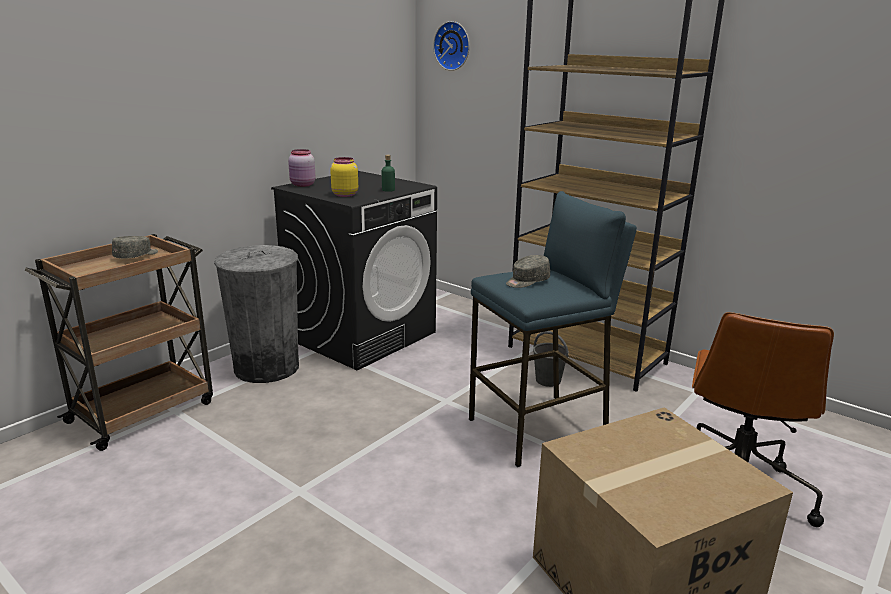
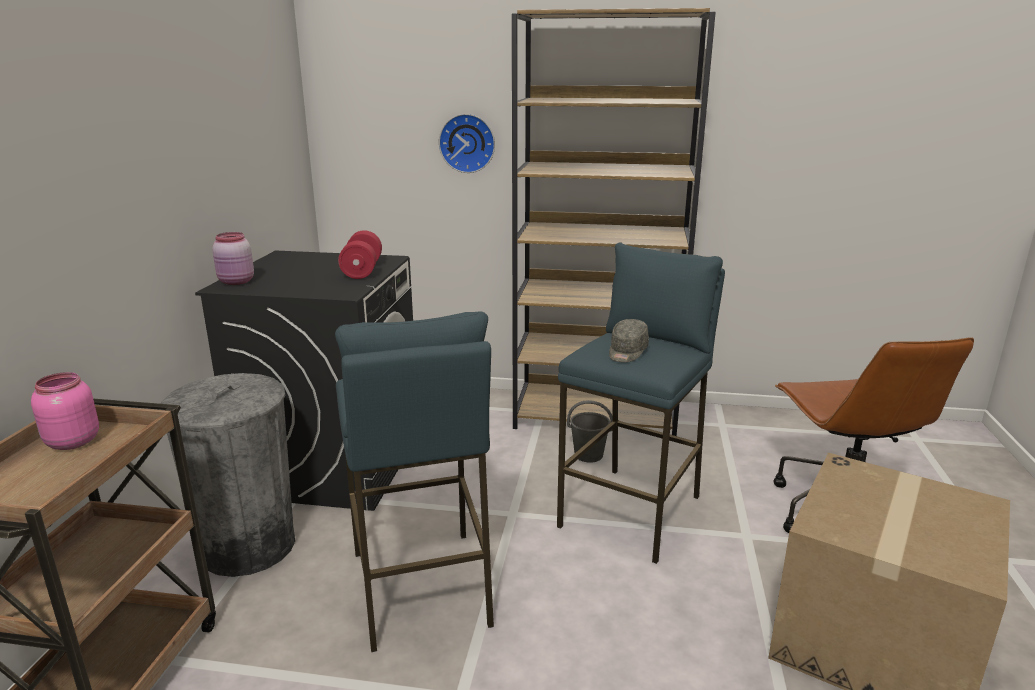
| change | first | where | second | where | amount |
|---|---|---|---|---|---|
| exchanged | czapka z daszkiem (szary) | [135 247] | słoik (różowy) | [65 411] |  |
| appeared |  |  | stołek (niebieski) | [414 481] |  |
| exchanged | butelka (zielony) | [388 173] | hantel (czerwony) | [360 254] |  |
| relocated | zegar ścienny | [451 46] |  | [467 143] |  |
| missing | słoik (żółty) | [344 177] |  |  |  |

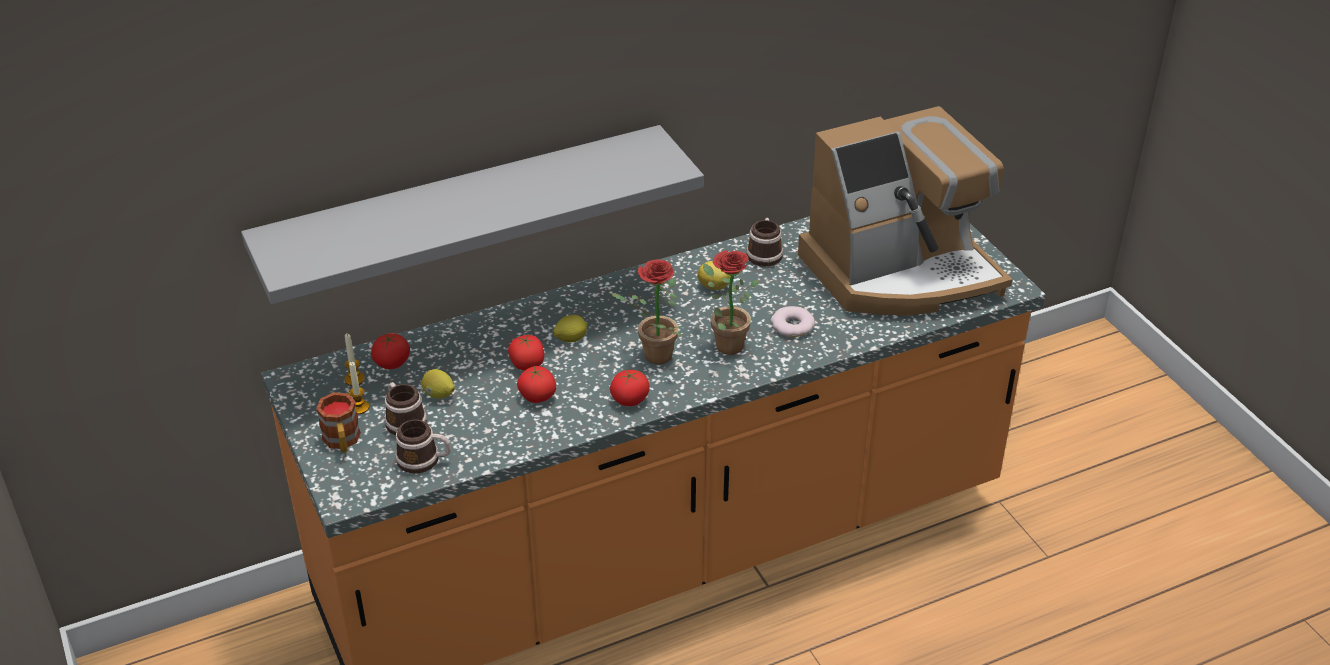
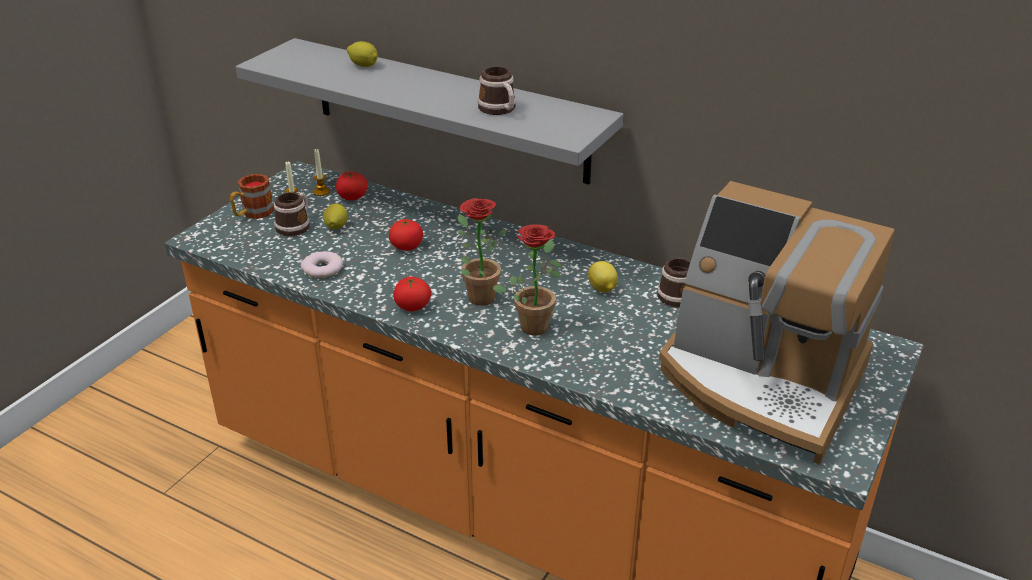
| change | first | where | second | where | amount |
|---|---|---|---|---|---|
| relocated | donut | [793 321] |  | [322 264] |  |
| relocated | cytryna | [570 328] |  | [362 54] |  |
| relocated | kubek | [423 446] |  | [496 91] |  |
| missing | pomidor | [536 384] |  |  |  |

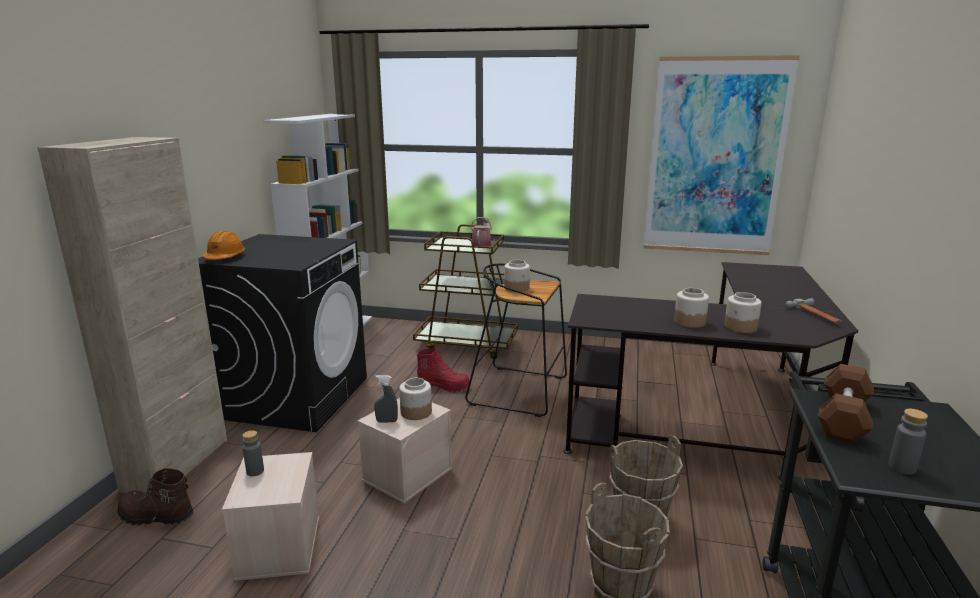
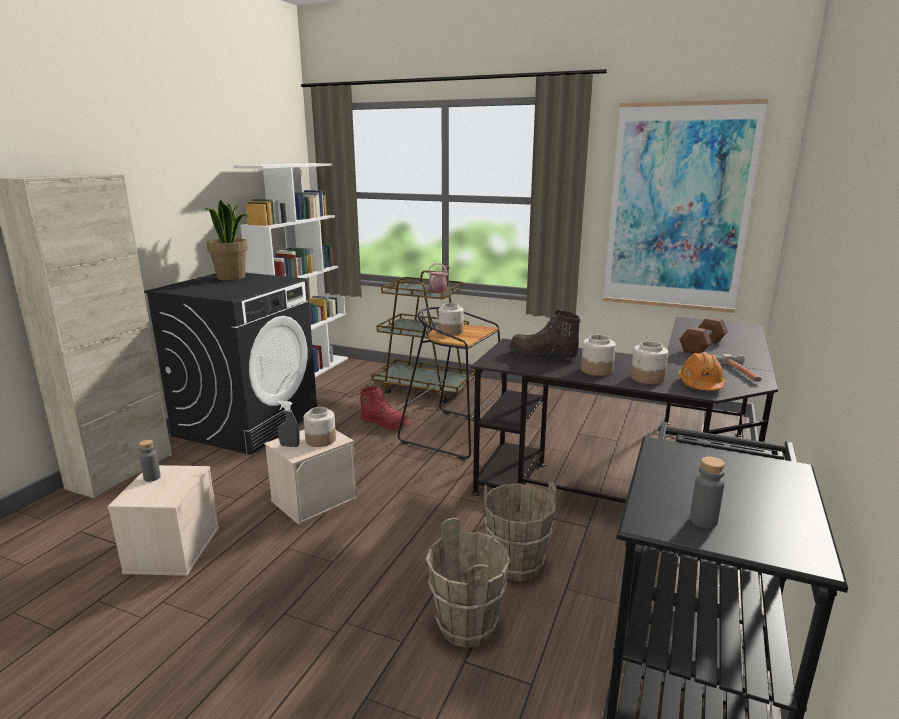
| change | first | where | second | where | amount |
|---|---|---|---|---|---|
| appeared |  |  | roślina doniczkowa | [226 240] |  |
| relocated | but z cholewką (brązowy) | [155 497] |  | [545 334] |  |
| relocated | hantel (brązowy) | [846 404] |  | [703 335] |  |
| relocated | kask (pomarańczowy) | [224 245] |  | [702 371] |  |

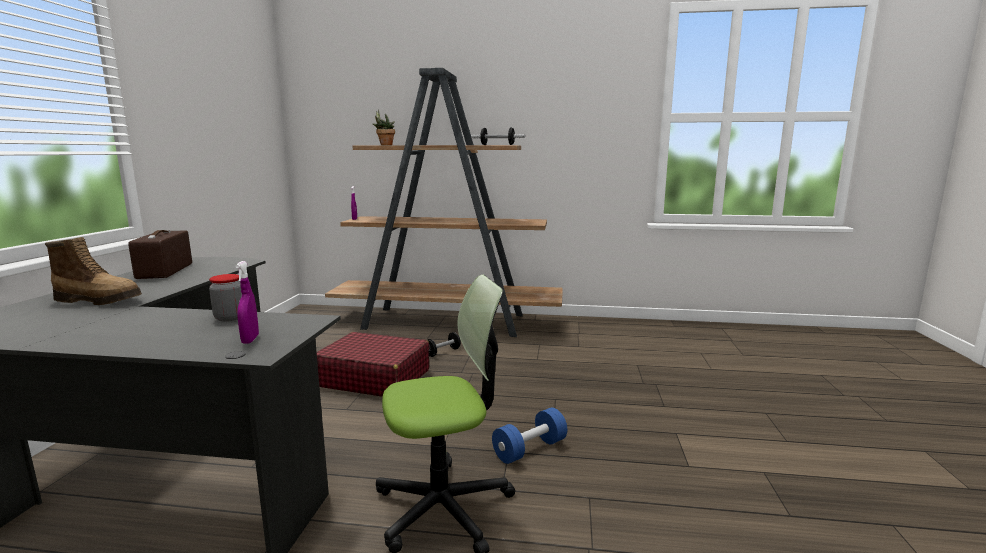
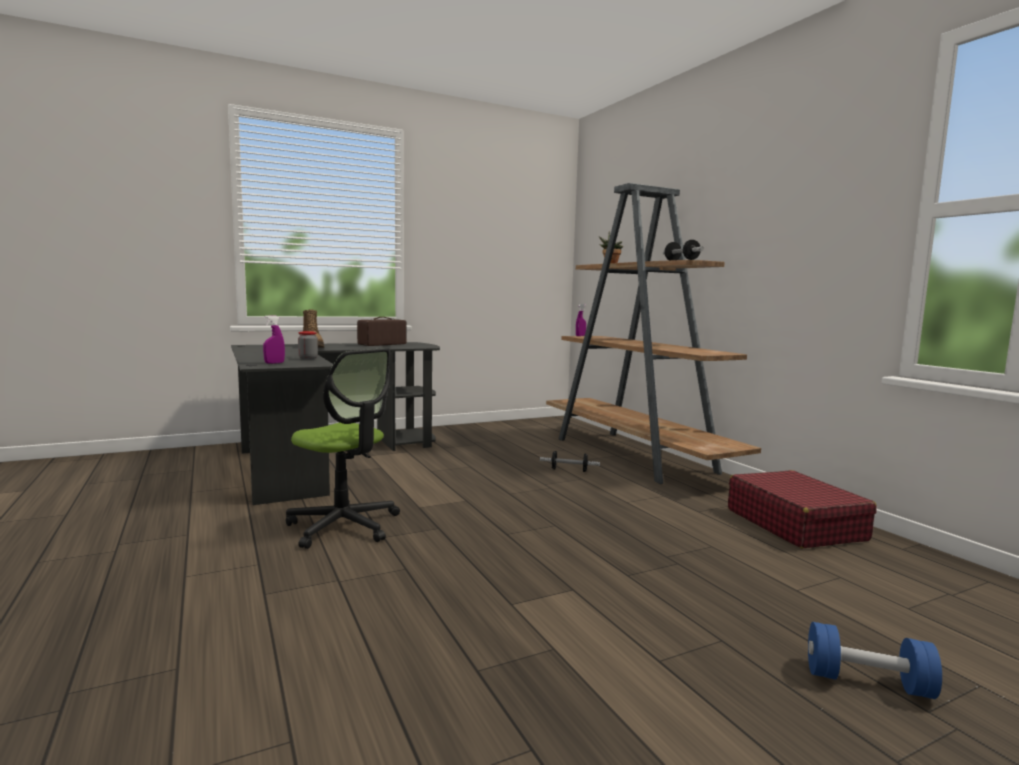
| change | first | where | second | where | amount |
|---|---|---|---|---|---|
| relocated | walizka (czerwony) | [373 364] |  | [802 509] |  |
| relocated | hantel (niebieski) | [529 436] |  | [875 660] |  |

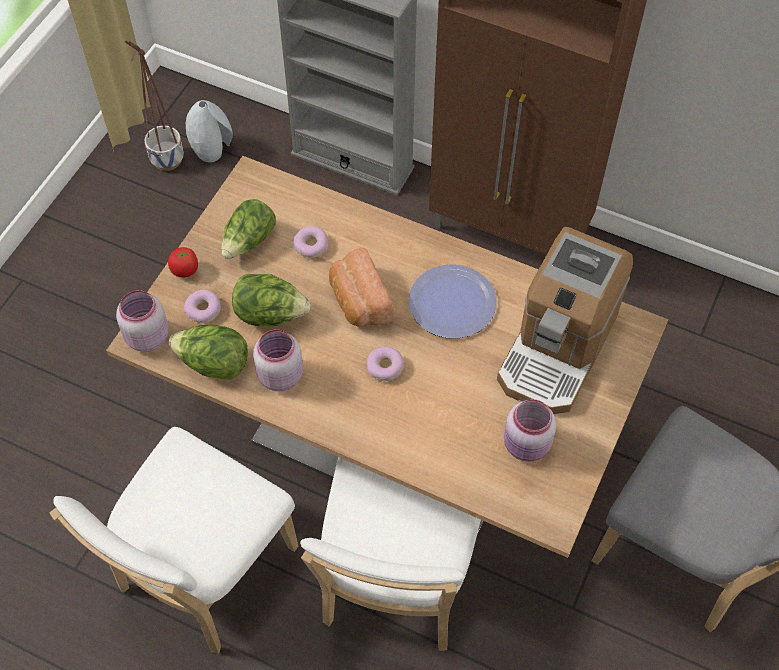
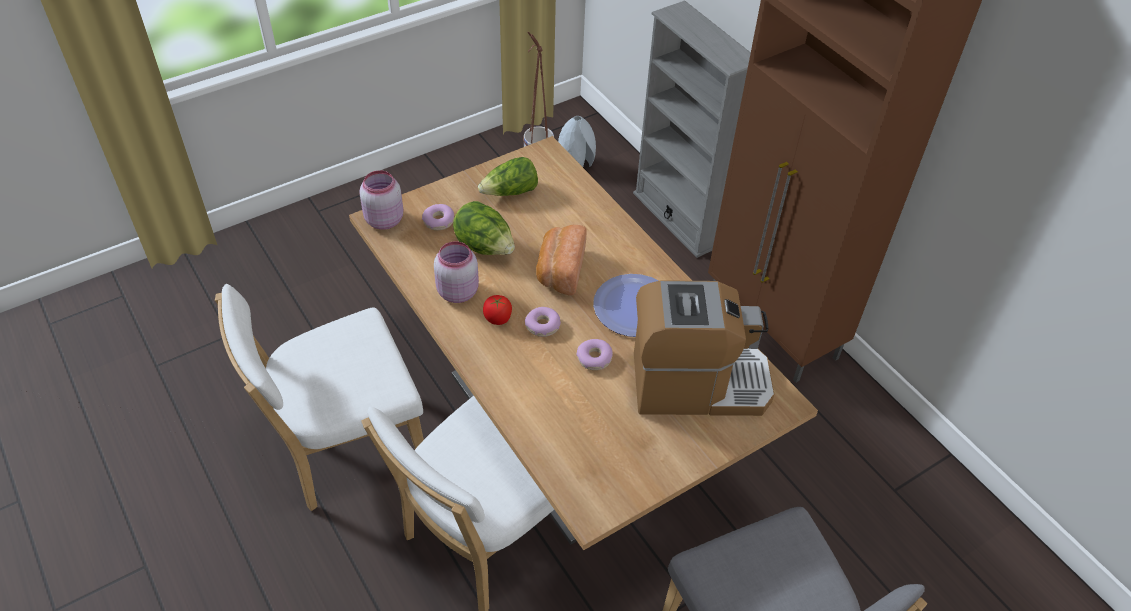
| change | first | where | second | where | amount |
|---|---|---|---|---|---|
| relocated | pomidor | [183 262] |  | [497 310] |  |
| relocated | donut | [310 242] |  | [594 354] |  |
| spun | ekspres do kawy | [565 320] |  | [704 348] | 150 degrees counterclockwise |
| missing | sałata | [208 352] |  |  |  |
| missing | słoik (różowy) | [530 430] |  |  |  |

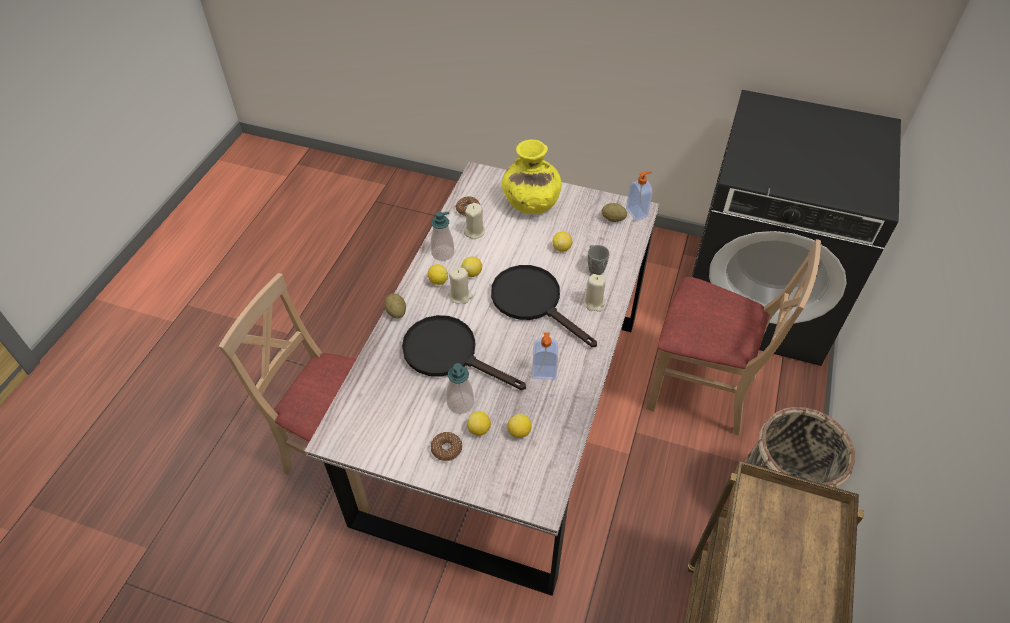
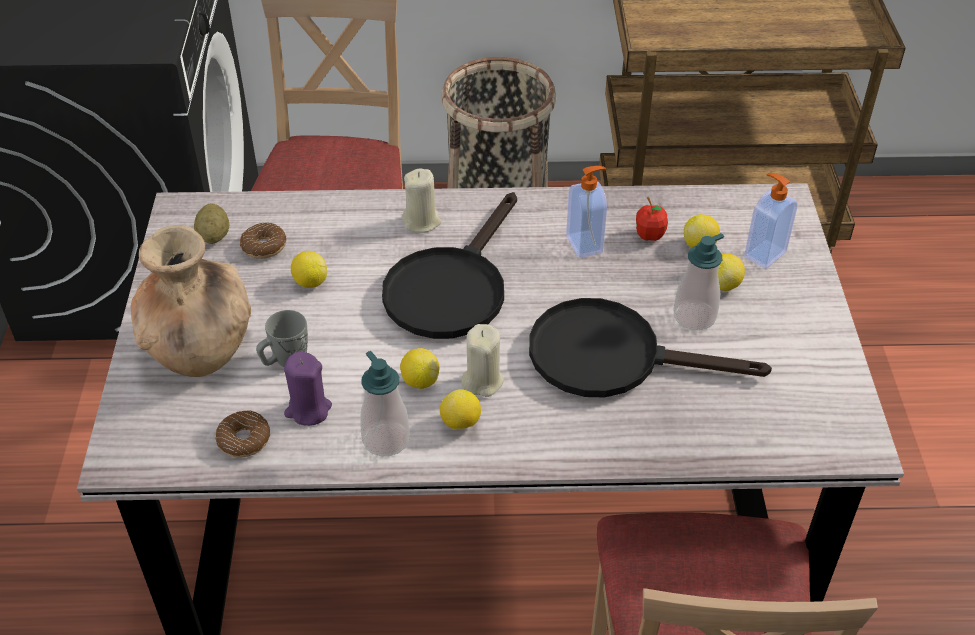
| change | first | where | second | where | amount |
|---|---|---|---|---|---|
| colour | wazon (żółty) | [532 177] | wazon (brązowy) | [190 301] |  |
| relocated | donut | [446 446] |  | [263 241] |  |
| relocated | kubek (szary) | [599 260] |  | [282 338] |  |
| colour | świeca (beżowy) | [474 221] | świeca (fioletowy) | [308 389] |  |
| spun | patelnia (czarny) | [464 352] |  | [650 347] | 90 degrees clockwise |
| appeared |  |  | jabłko | [652 219] |  |
| relocated | dozownik mydła | [639 196] |  | [771 221] |  |
| missing | ziemniak | [395 306] |  |  |  |

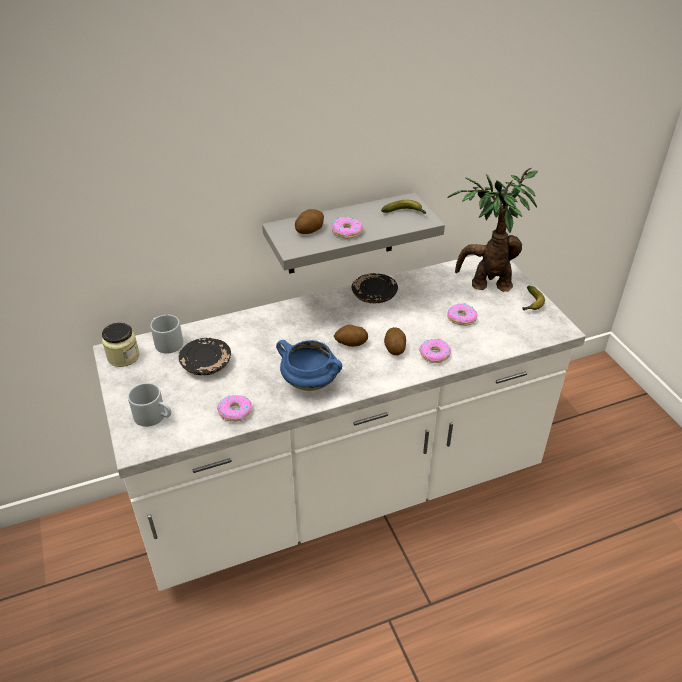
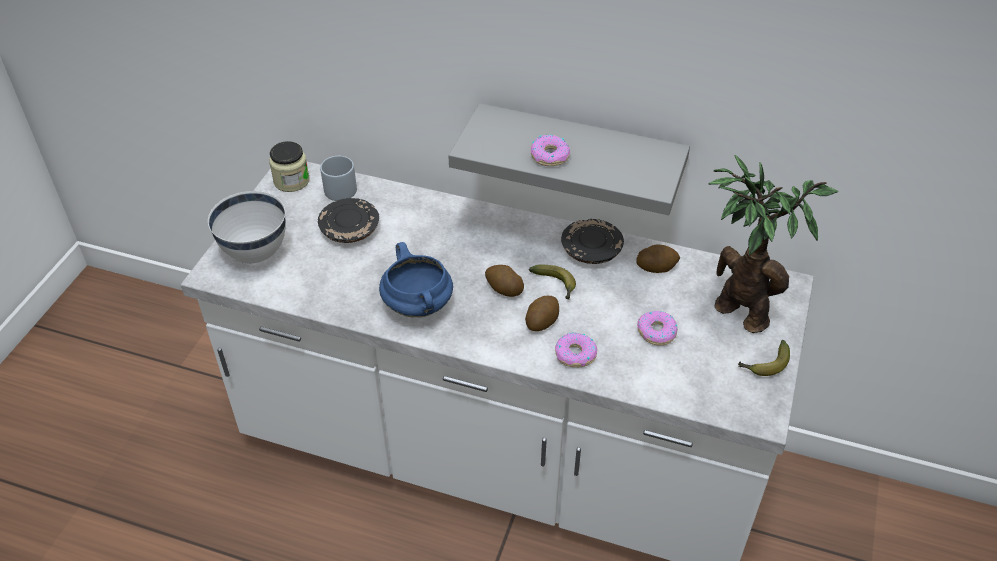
| change | first | where | second | where | amount |
|---|---|---|---|---|---|
| exchanged | kubek (szary) | [149 405] | miska (biały) | [247 227] |  |
| relocated | banan | [403 207] |  | [552 282] |  |
| relocated | ziemniak | [309 221] |  | [658 259] |  |
| missing | donut | [234 408] |  |  |  |

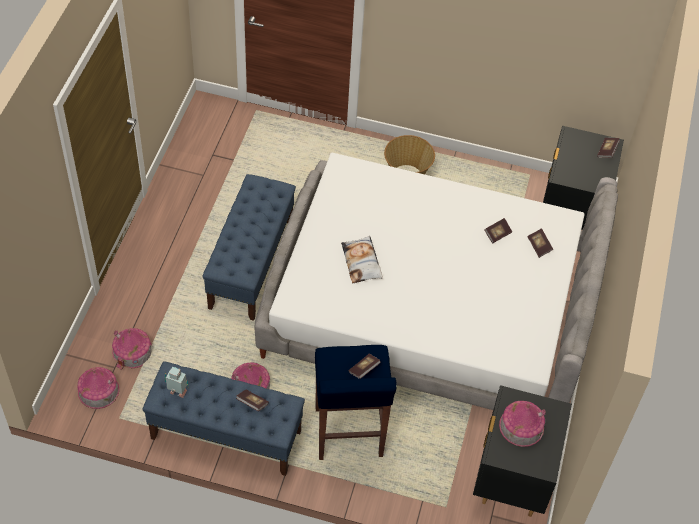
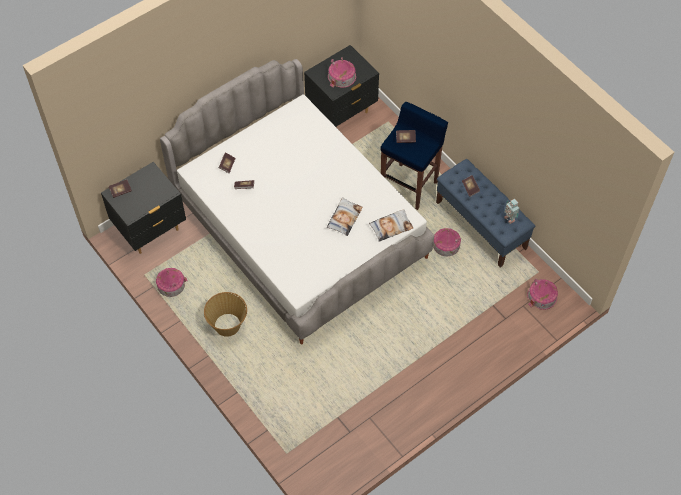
| change | first | where | second | where | amount |
|---|---|---|---|---|---|
| relocated | domek | [132 349] |  | [171 282] |  |
| appeared |  |  | poduszka | [391 225] |  |
| missing | ławka (niebieski) | [249 247] |  |  |  |

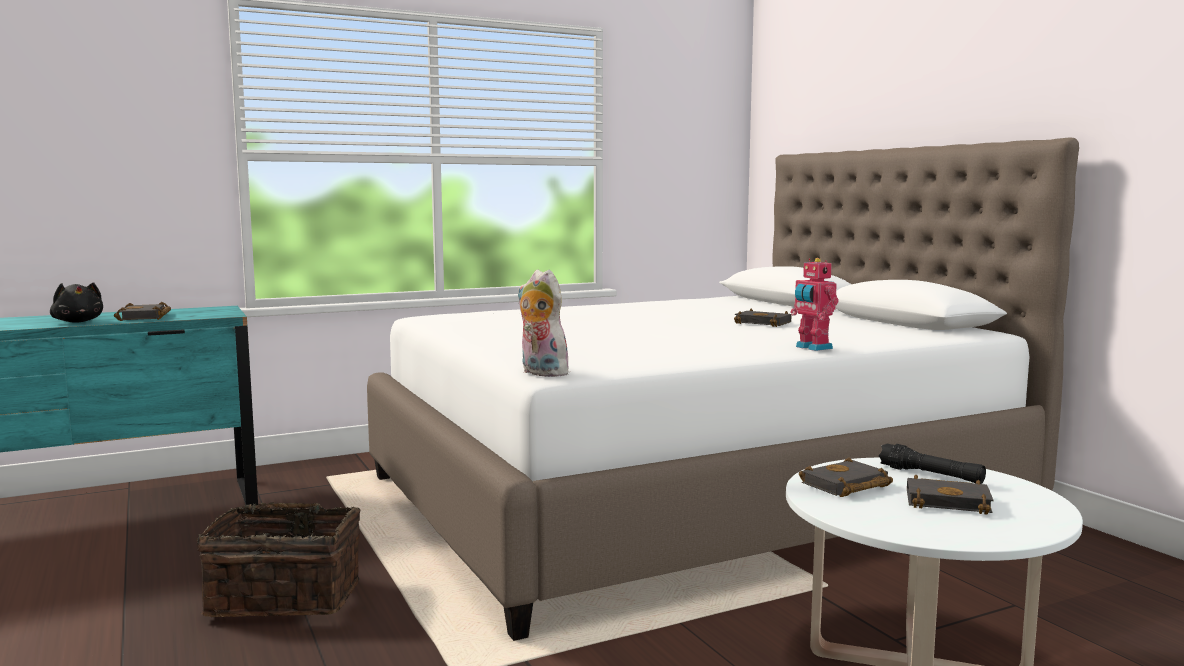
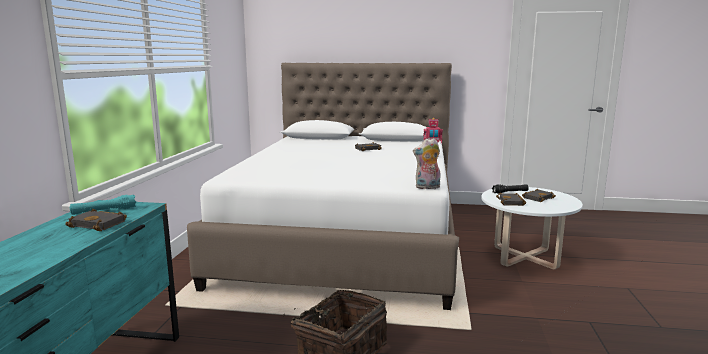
| change | first | where | second | where | amount |
|---|---|---|---|---|---|
| appeared |  |  | latarka (turkusowy) | [103 205] |  |
| missing | pluszak (czarny) | [76 302] |  |  |  |

